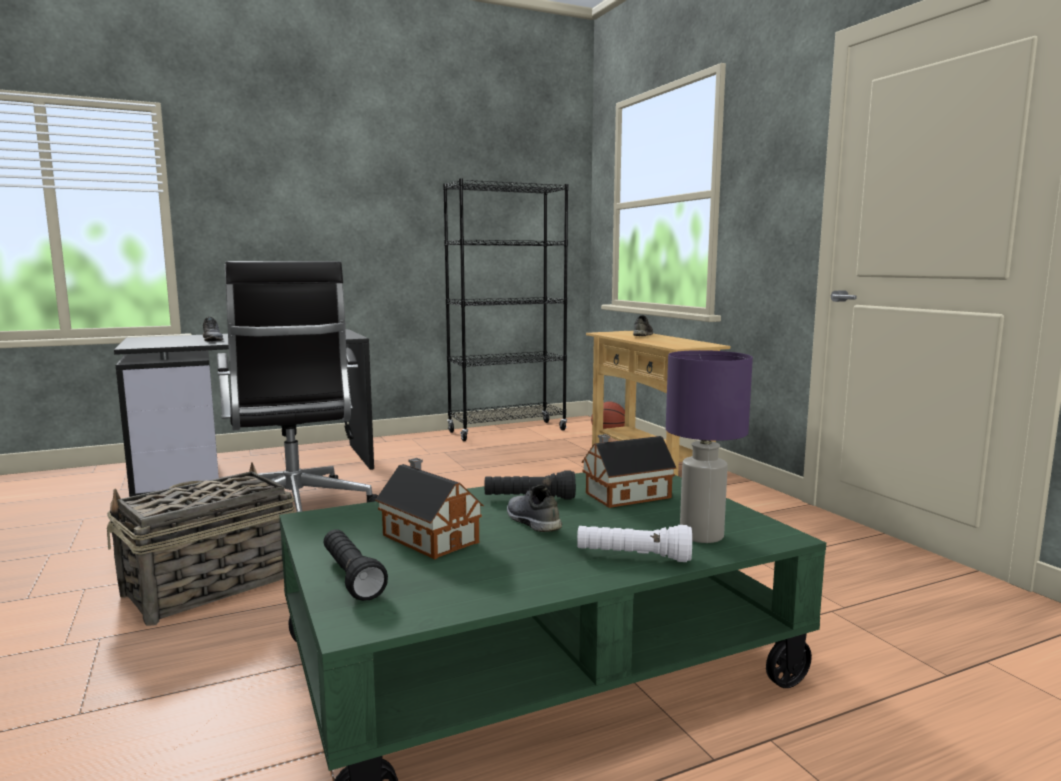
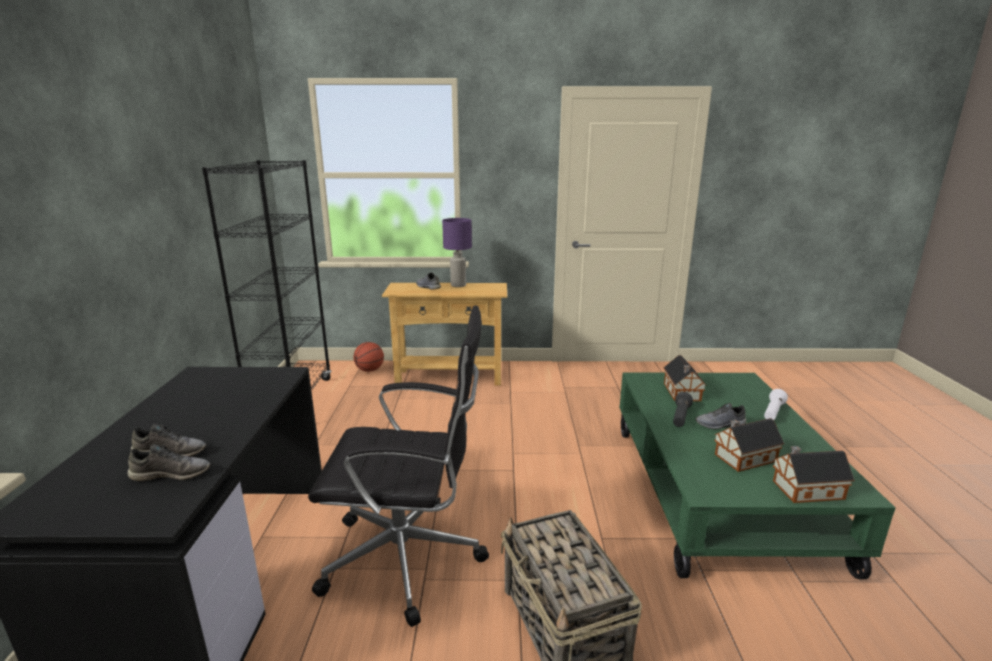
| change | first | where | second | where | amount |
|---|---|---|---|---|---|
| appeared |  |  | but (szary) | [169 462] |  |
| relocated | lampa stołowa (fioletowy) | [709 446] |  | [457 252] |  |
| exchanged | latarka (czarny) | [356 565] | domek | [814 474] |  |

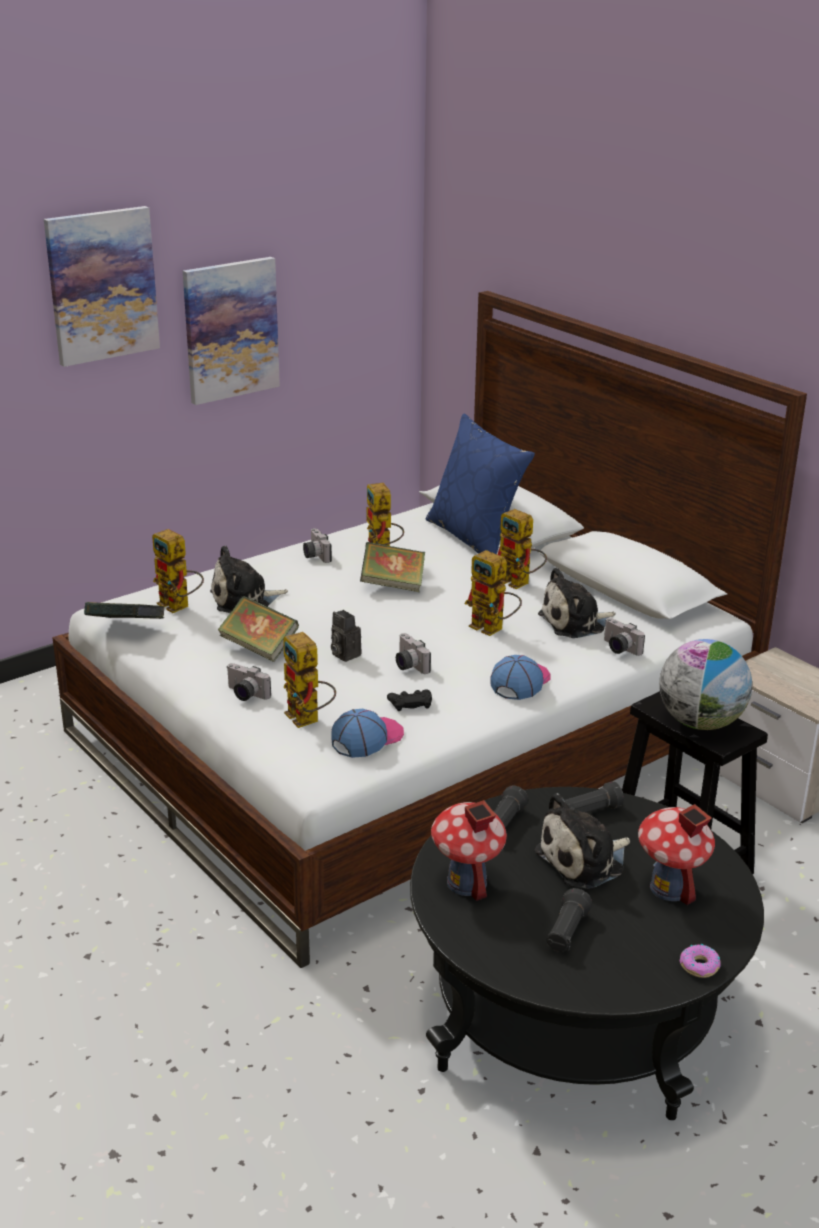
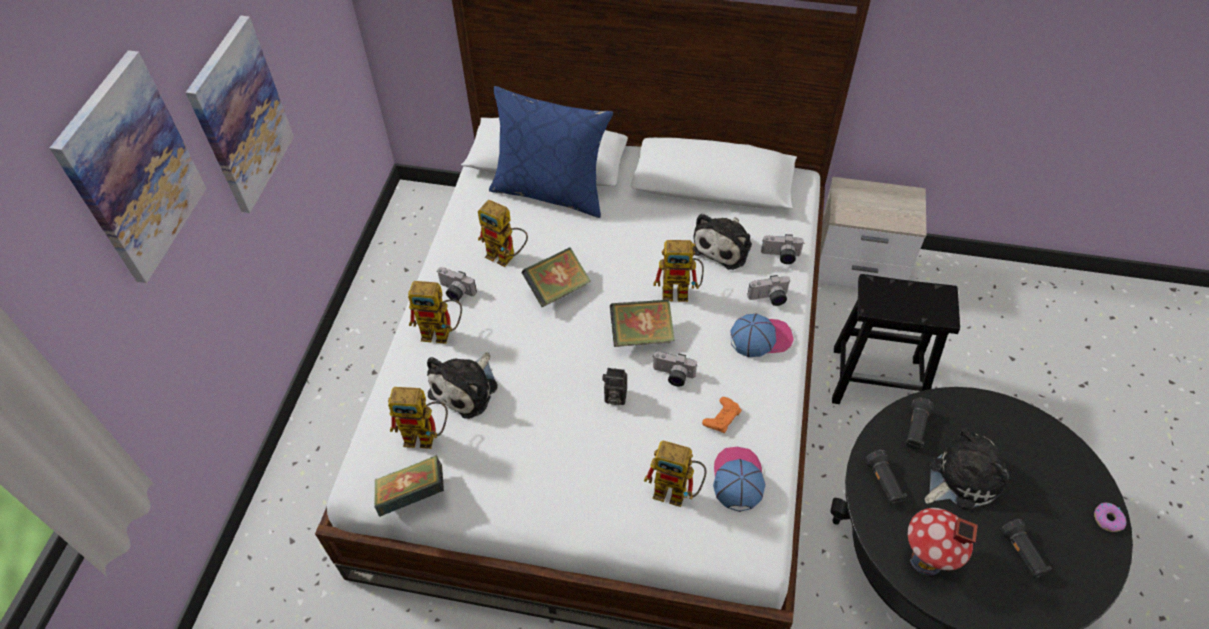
| change | first | where | second | where | amount |
|---|---|---|---|---|---|
| relocated | robot zabawkowy | [522 549] |  | [435 312] |  |
| relocated | książka | [258 629] |  | [642 323] |  |
| colour | pad do gier (czarny) | [409 700] | pad do gier (pomarańczowy) | [722 415] |  |
| spun | czapka z daszkiem | [520 677] |  | [762 335] | 90 degrees clockwise |
| relocated | aparat fotograficzny | [248 682] |  | [769 290] |  |
| spun | pluszak | [582 841] |  | [967 468] | 135 degrees counterclockwise |
| missing | domek | [676 854] |  |  |  |
| missing | globus | [705 684] |  |  |  |

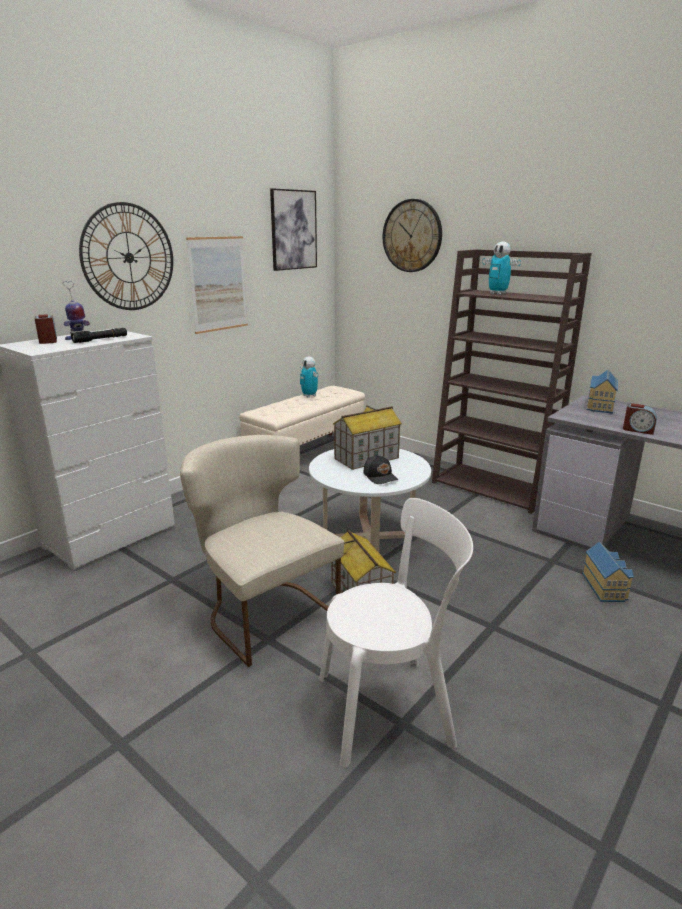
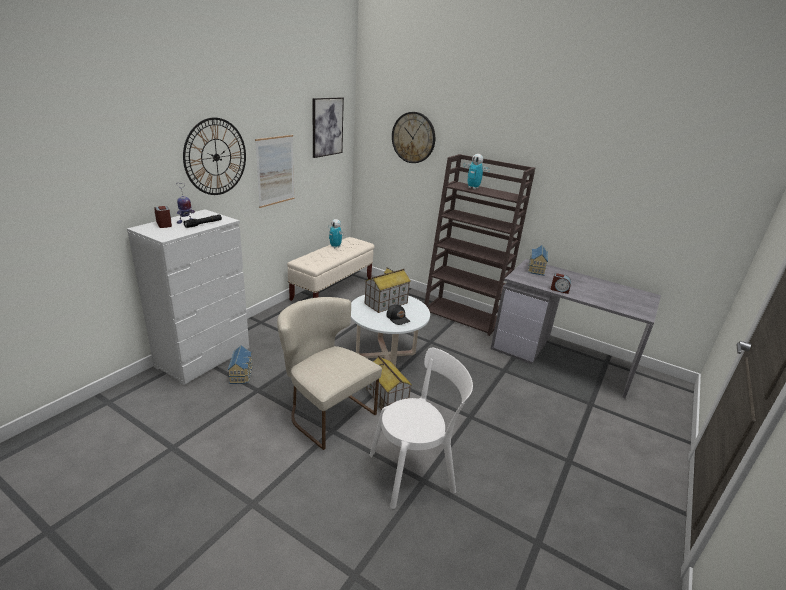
| change | first | where | second | where | amount |
|---|---|---|---|---|---|
| relocated | domek | [608 572] |  | [240 364] |  |

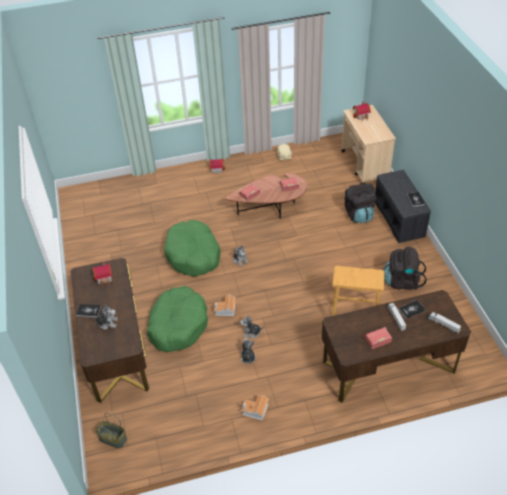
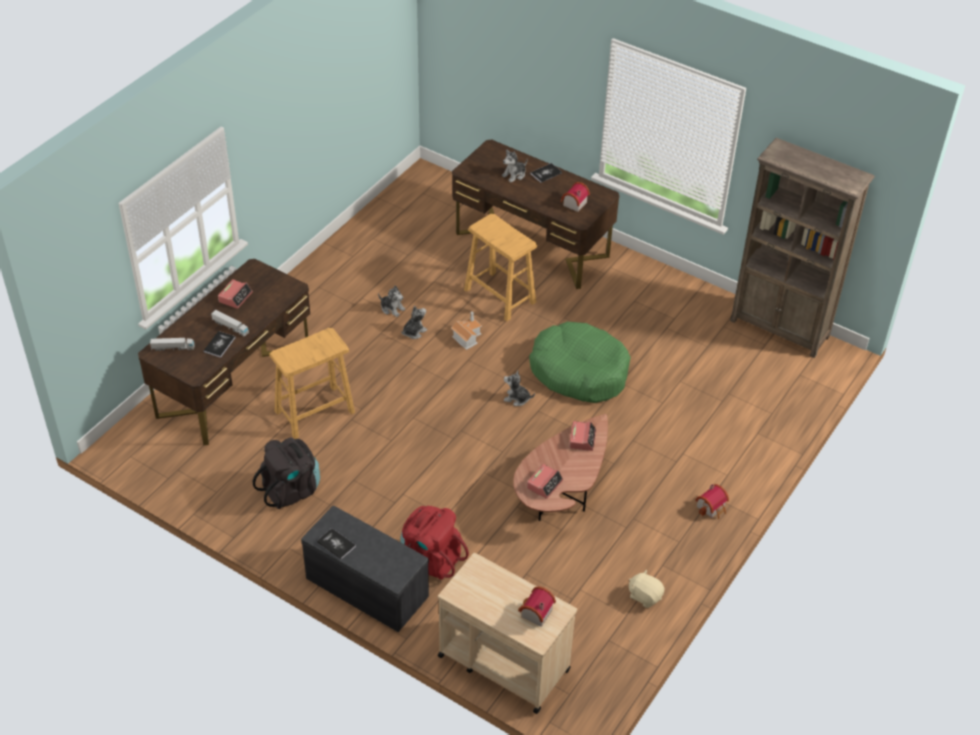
| change | first | where | second | where | amount |
|---|---|---|---|---|---|
| colour | plecak (czarny) | [361 203] | plecak (czerwony) | [434 543] |  |
| exchanged | legowisko (zielony) | [177 319] | stołek (beżowy) | [500 267] |  |
| appeared |  |  | regał (brązowy) | [802 248] |  |
| missing | koszyk | [111 430] |  |  |  |
| missing | domek | [255 407] |  |  |  |

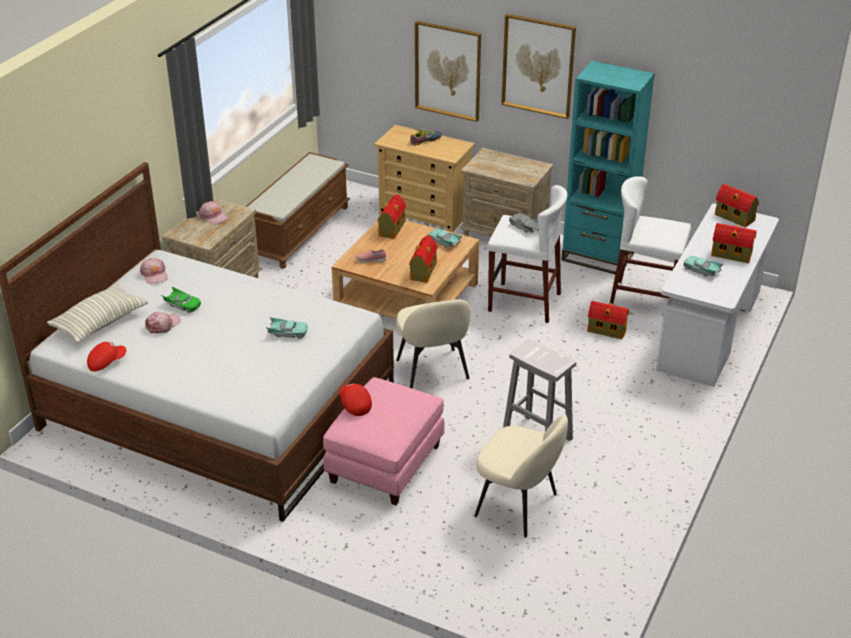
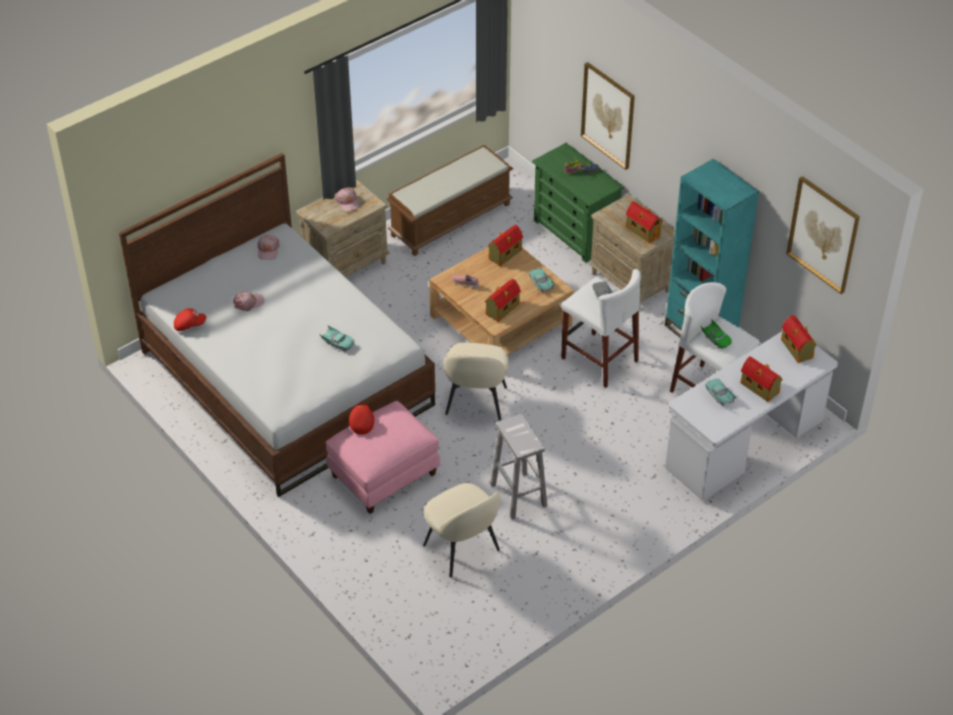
| change | first | where | second | where | amount |
|---|---|---|---|---|---|
| colour | komoda (beżowy) | [424 178] | komoda (zielony) | [578 203] |  |
| relocated | domek | [608 320] |  | [644 222] |  |
| relocated | samochodzik (zielony) | [181 300] |  | [716 334] |  |
| relocated | obraz | [538 66] |  | [823 235] |  |
| missing | poduszka | [97 314] |  |  |  |

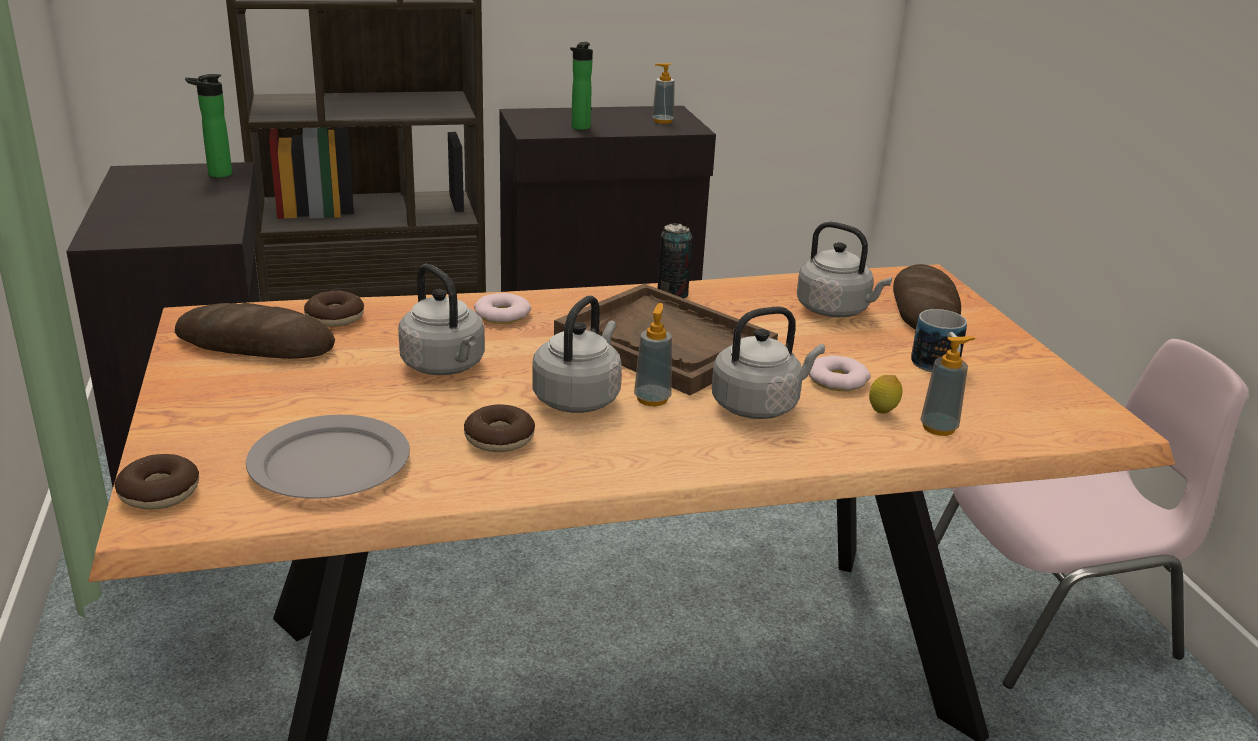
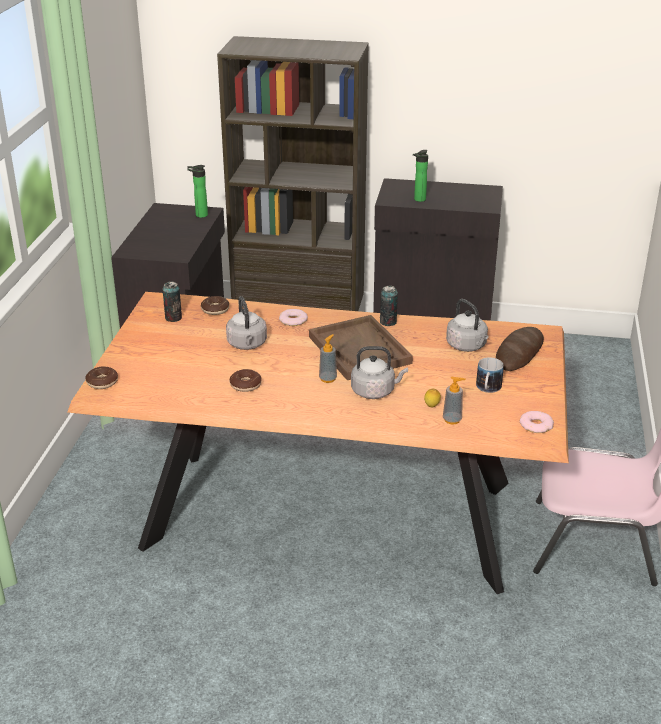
| change | first | where | second | where | amount |
|---|---|---|---|---|---|
| exchanged | chleb | [255 331] | puszka | [172 302] |  |
| relocated | donut | [840 373] |  | [537 422] |  |
| missing | talerz (szary) | [328 457] |  |  |  |
| missing | czajnik (szary) | [577 354] |  |  |  |
| missing | dozownik mydła | [663 93] |  |  |  |

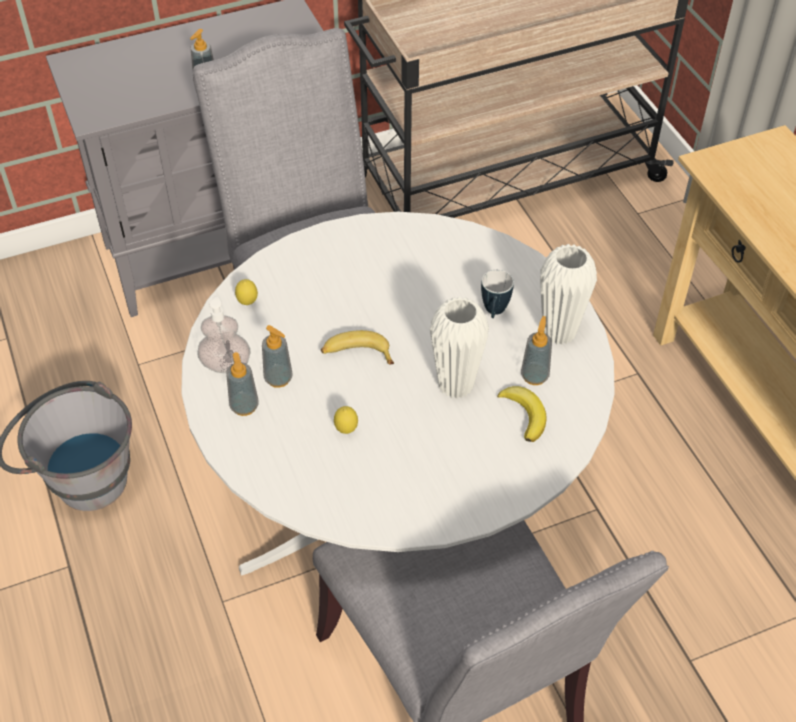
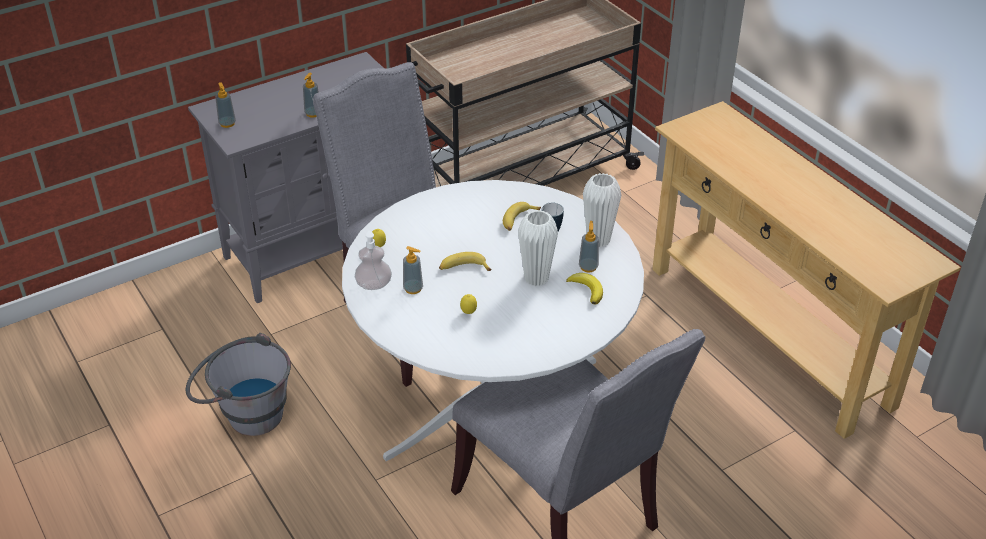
| change | first | where | second | where | amount |
|---|---|---|---|---|---|
| relocated | dozownik mydła | [242 384] |  | [225 105] |  |
| appeared |  |  | banan | [522 216] |  |

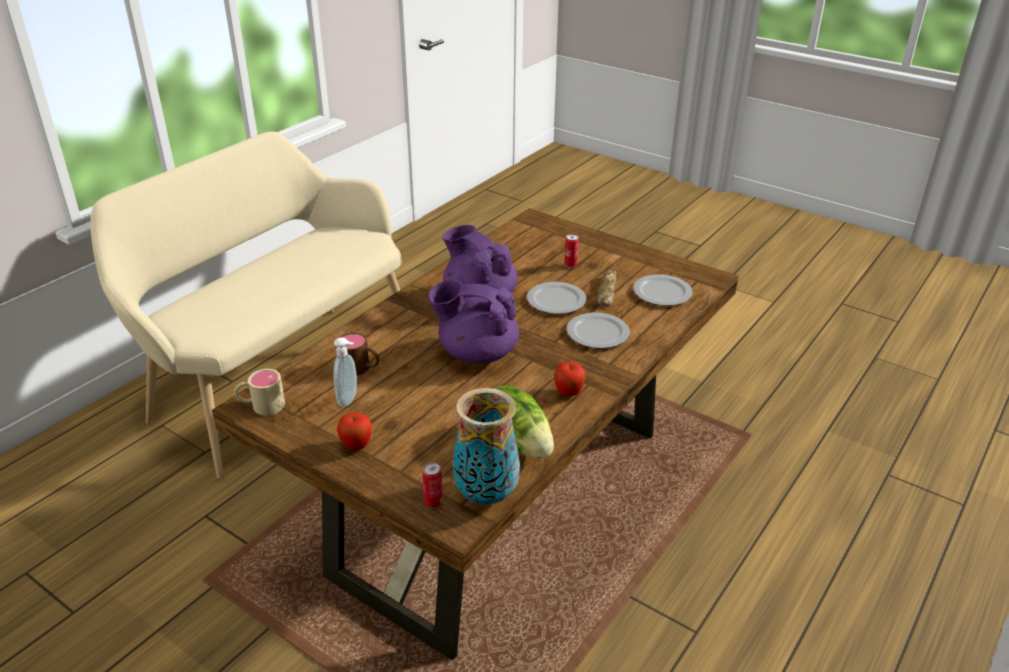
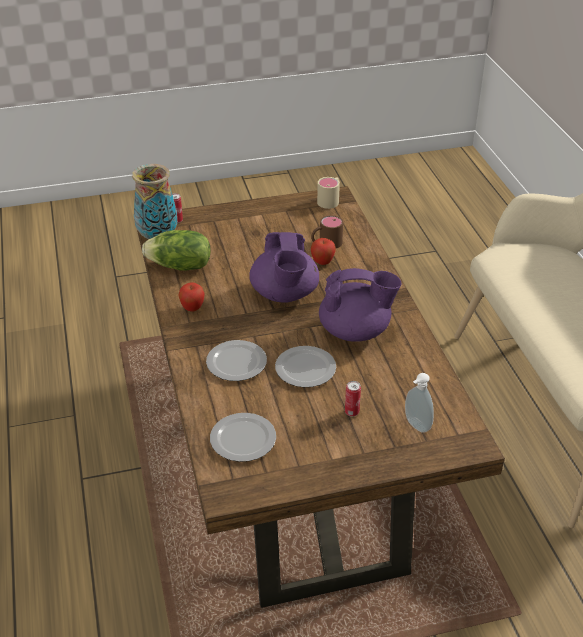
| change | first | where | second | where | amount |
|---|---|---|---|---|---|
| spun | imbryk (fioletowy) | [473 322] |  | [284 267] | 120 degrees clockwise |
| relocated | jabłko | [354 431] |  | [323 251] |  |
| relocated | dozownik mydła | [345 372] |  | [419 403] |  |
| missing | chleb | [607 288] |  |  |  |

